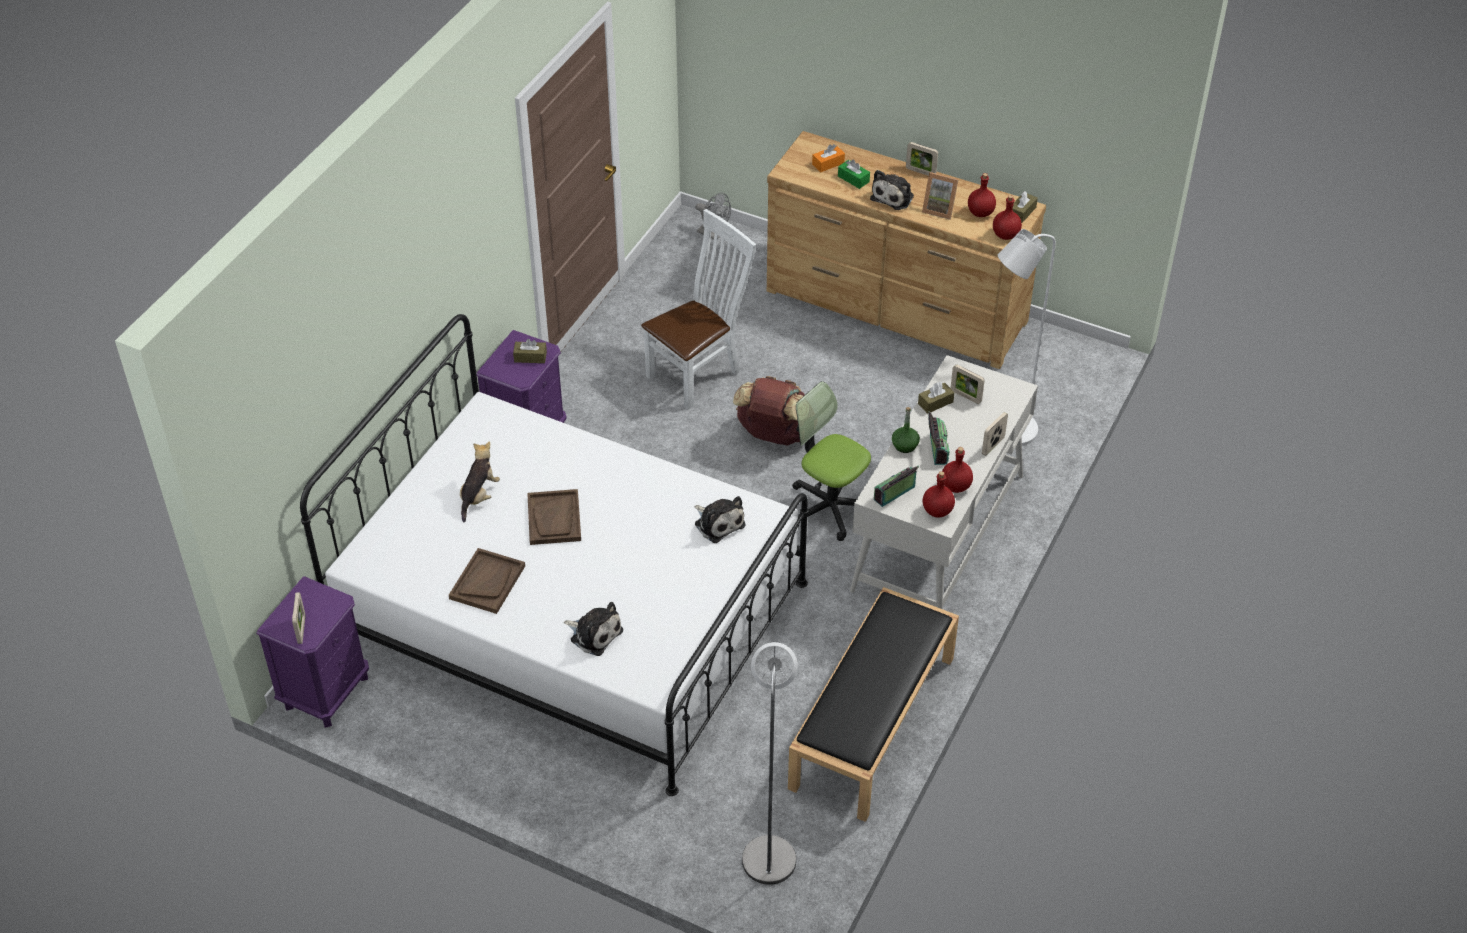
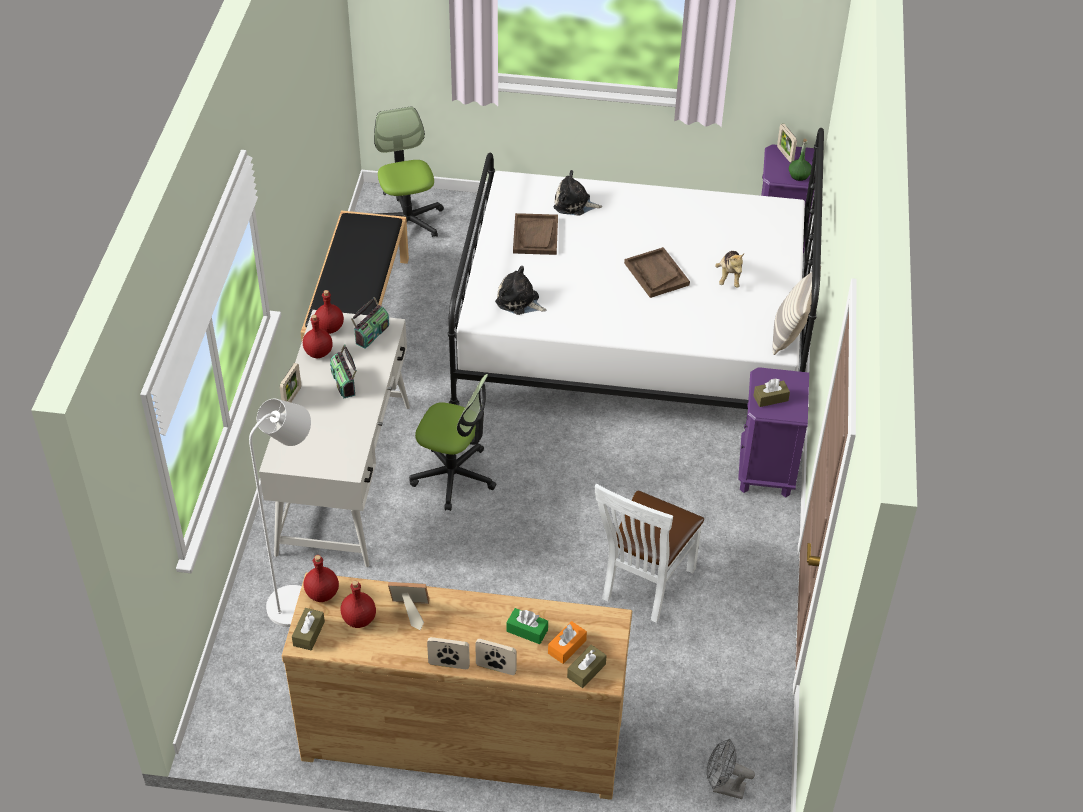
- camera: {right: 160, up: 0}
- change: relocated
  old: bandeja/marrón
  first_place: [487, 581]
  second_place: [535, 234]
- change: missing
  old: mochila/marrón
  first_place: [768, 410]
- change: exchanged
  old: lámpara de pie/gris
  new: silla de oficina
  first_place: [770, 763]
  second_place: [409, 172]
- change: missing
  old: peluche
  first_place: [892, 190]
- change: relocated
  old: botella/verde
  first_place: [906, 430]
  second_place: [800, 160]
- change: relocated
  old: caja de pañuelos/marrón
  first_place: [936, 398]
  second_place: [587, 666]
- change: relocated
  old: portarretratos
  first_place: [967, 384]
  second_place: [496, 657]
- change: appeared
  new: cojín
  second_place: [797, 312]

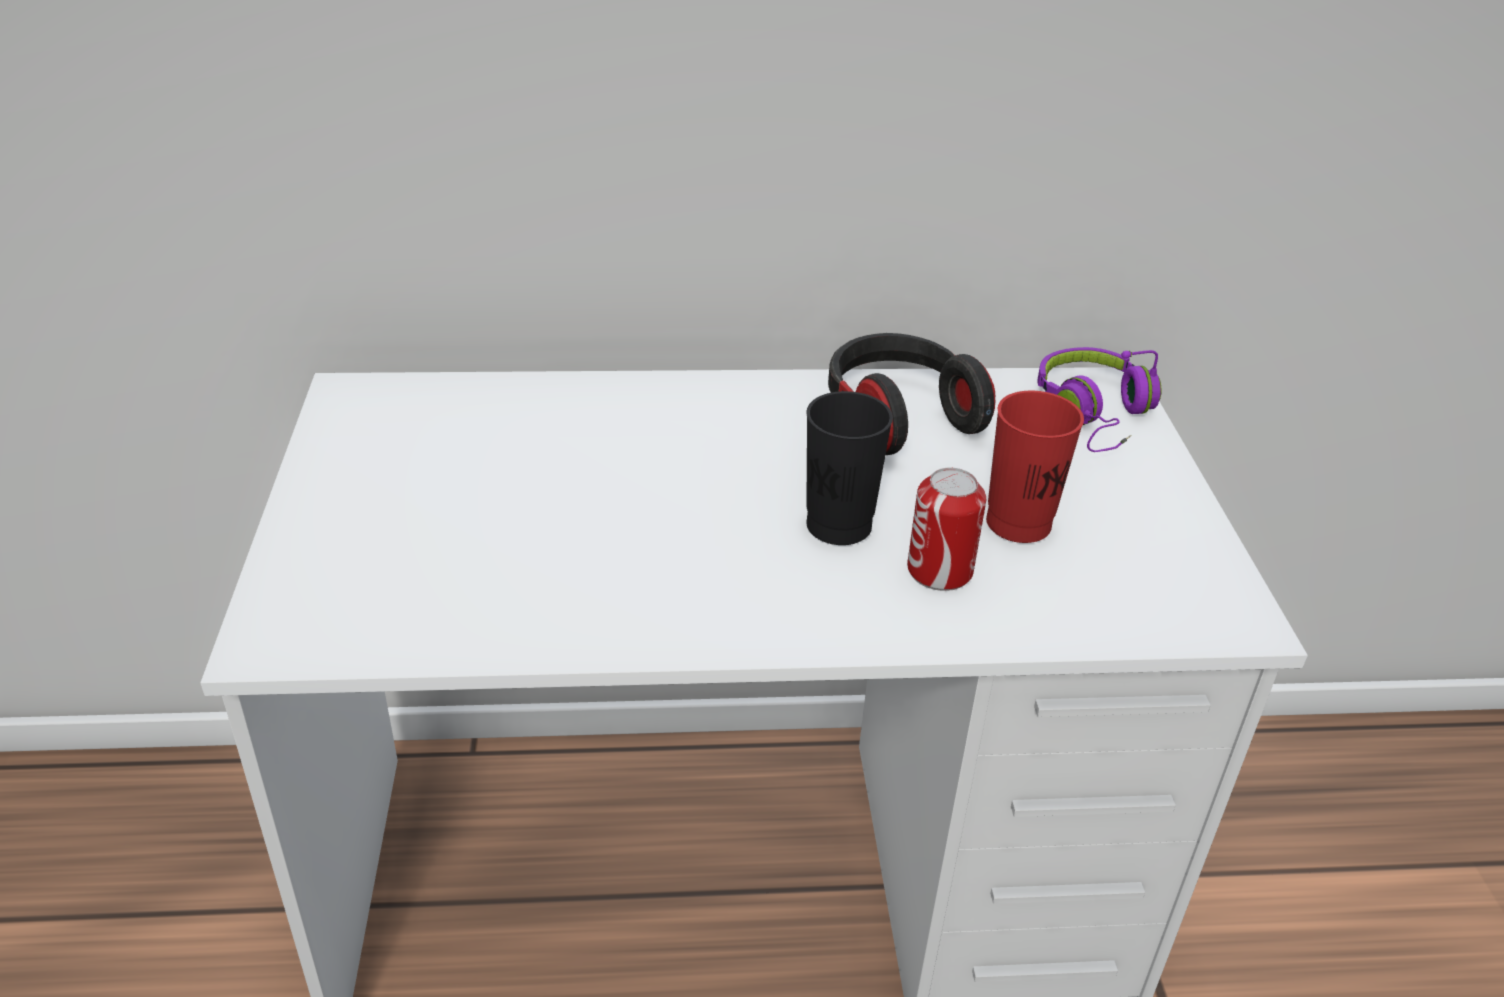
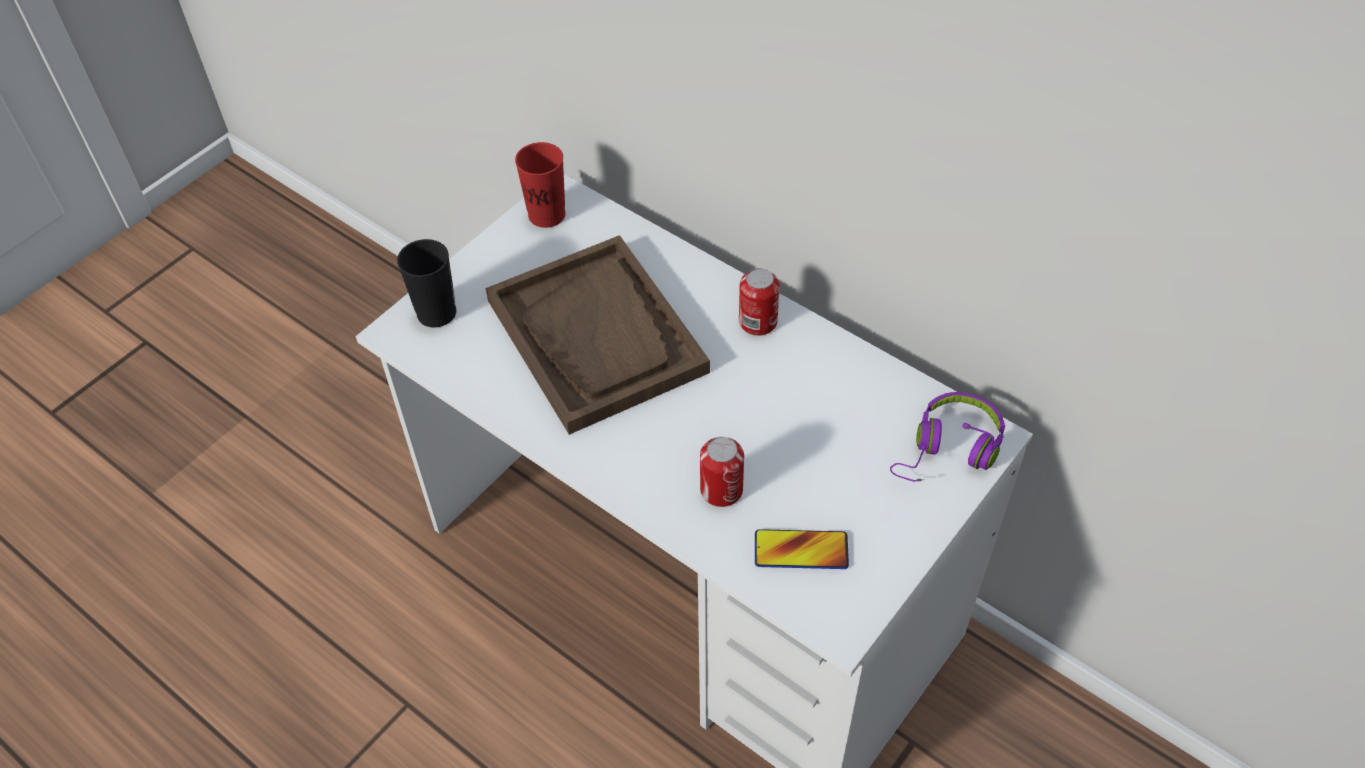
- camera: {right: 45, up: 15}
- change: relocated
  old: taza/negro
  first_place: [849, 468]
  second_place: [426, 283]
- change: missing
  old: auriculares
  first_place: [911, 394]
- change: relocated
  old: taza/rojo
  first_place: [1035, 467]
  second_place: [540, 185]
- change: appeared
  new: bandeja/marrón
  second_place: [598, 335]
- change: appeared
  new: lata
  second_place: [759, 302]
- change: appeared
  new: móvil
  second_place: [802, 549]

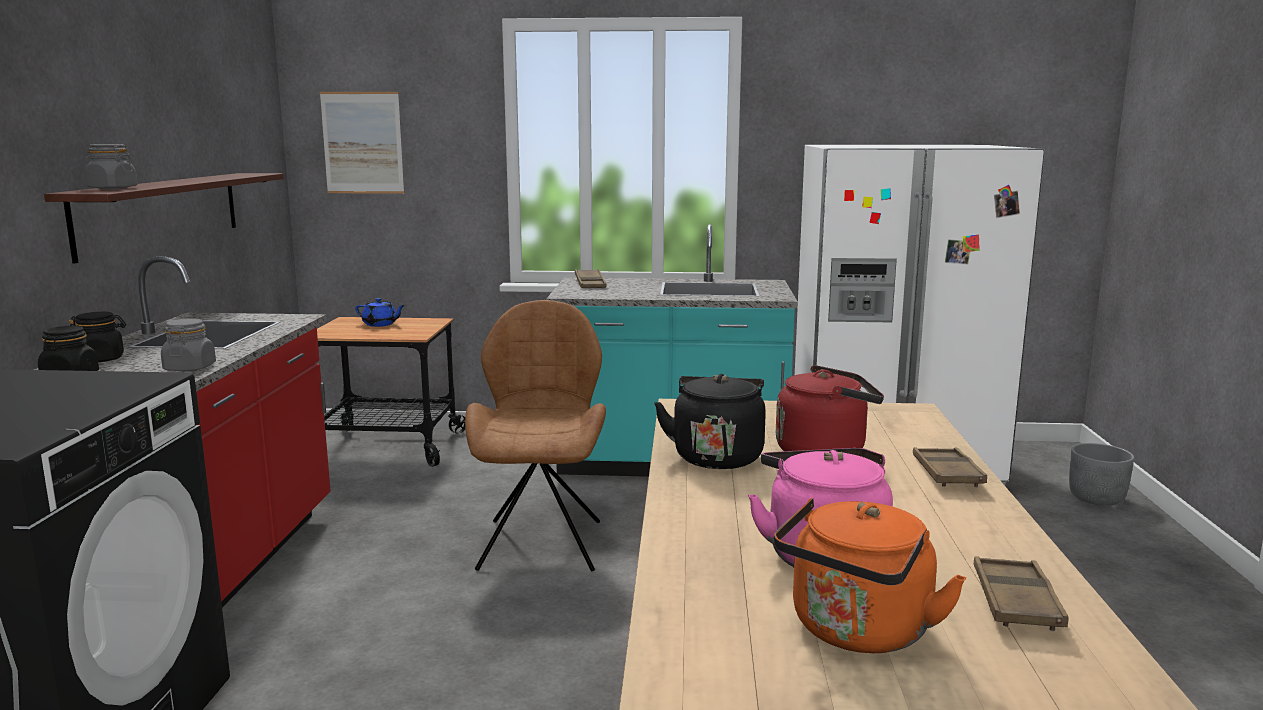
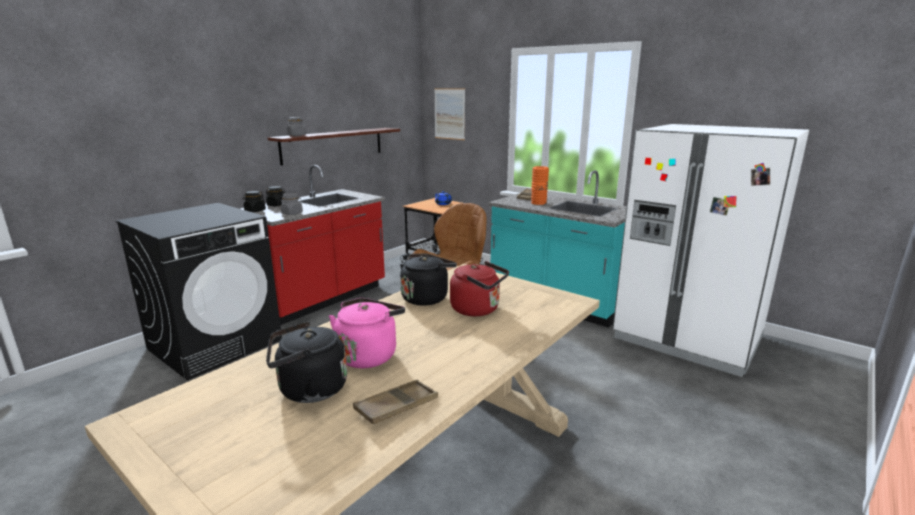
- camera: {right: 35, up: 5}
- change: colour
  old: hervidor/naranja
  new: hervidor/negro
  first_place: [870, 575]
  second_place: [306, 362]
- change: missing
  old: bandeja/marrón
  first_place: [950, 467]
- change: missing
  old: maceta/gris
  first_place: [1102, 474]
- change: appeared
  new: florero/naranja
  second_place: [540, 185]

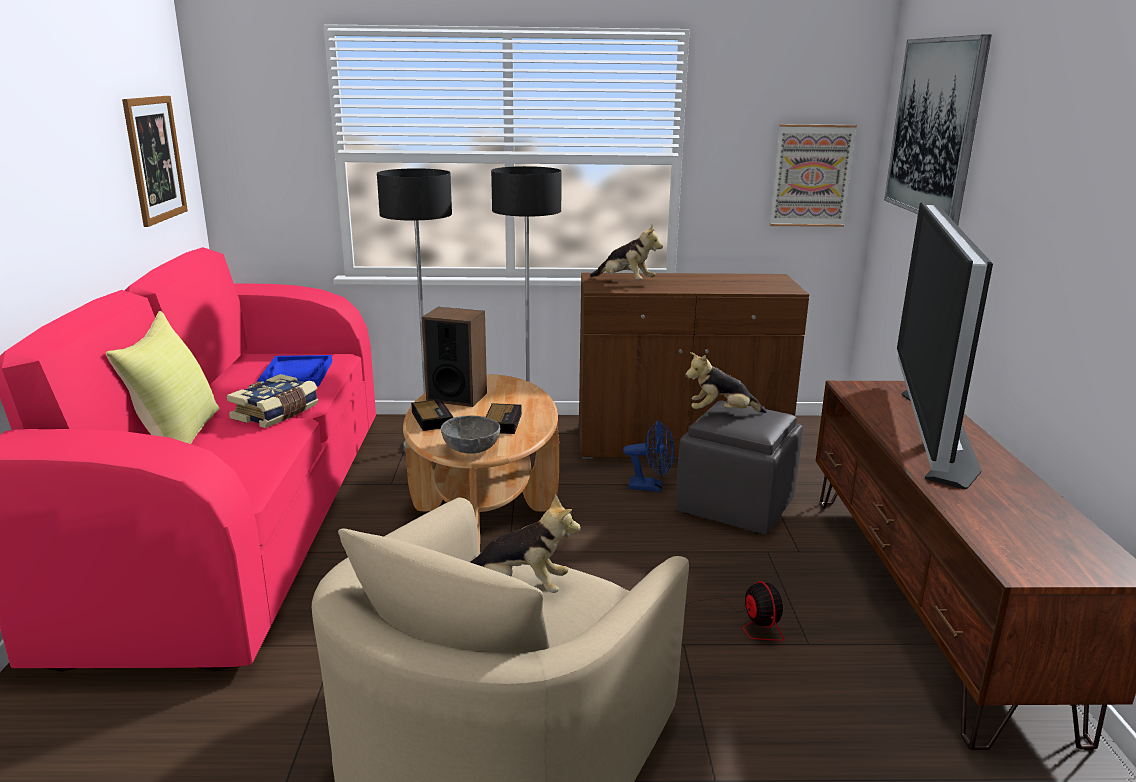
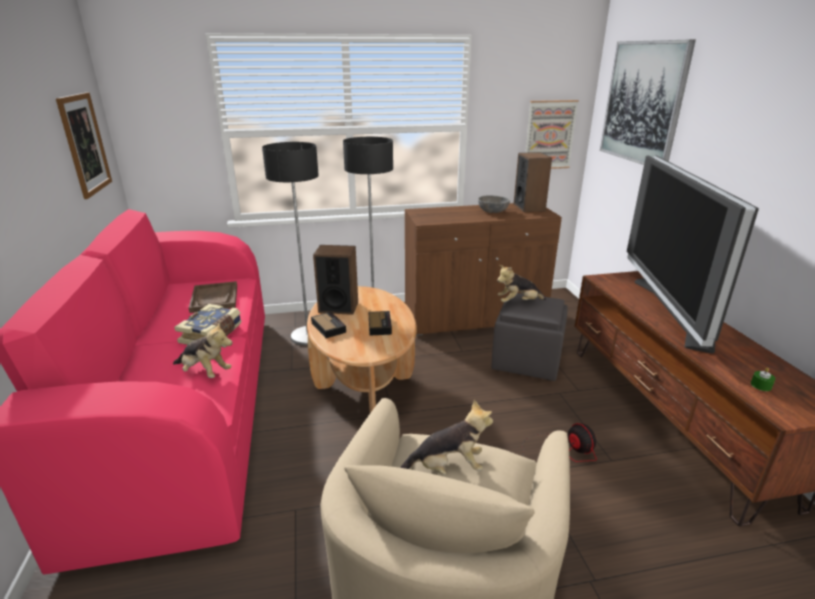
- camera: {right: -10, up: 5}
- change: missing
  old: cojín/amarillo
  first_place: [162, 377]
- change: colour
  old: bandeja/azul
  new: bandeja/marrón
  first_place: [294, 370]
  second_place: [213, 297]
- change: relocated
  old: cuenco/gris
  first_place: [470, 435]
  second_place: [494, 204]
- change: relocated
  old: peluche
  first_place: [626, 252]
  second_place: [202, 349]
- change: missing
  old: ventilador/azul
  first_place: [649, 456]
- change: appeared
  new: altavoz
  second_place: [533, 182]
- change: appeared
  new: vela/verde
  second_place: [763, 379]

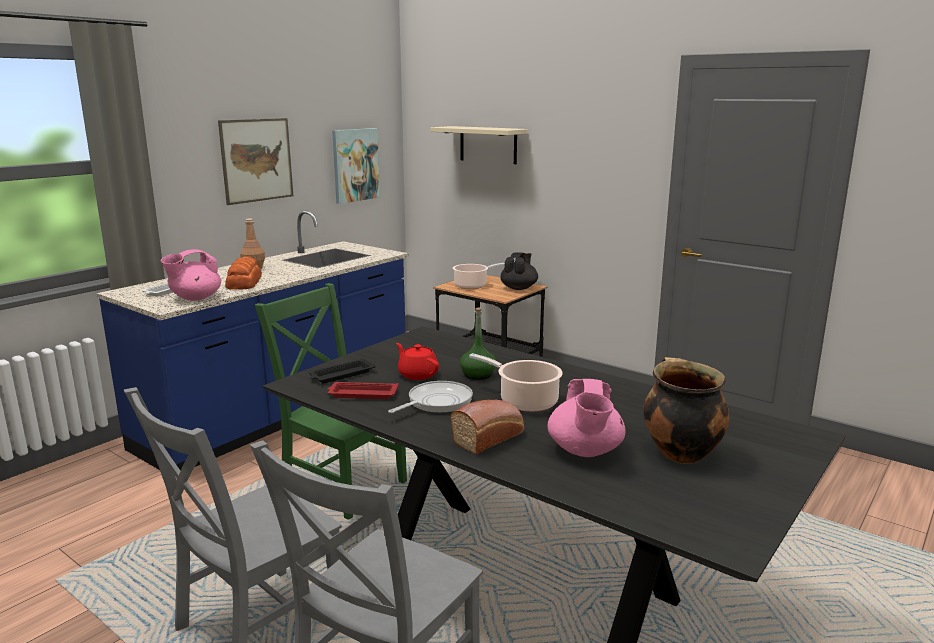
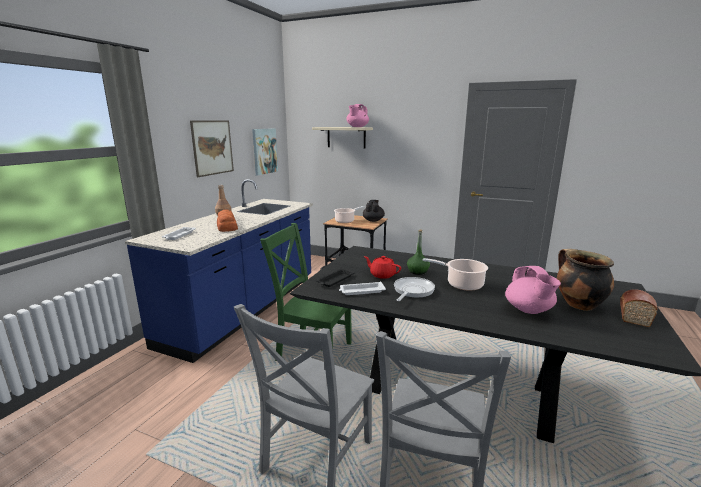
- camera: {right: -15, up: 0}
- change: relocated
  old: tetera/rosa
  first_place: [191, 275]
  second_place: [358, 115]
- change: colour
  old: bandeja/rojo
  new: bandeja/blanco
  first_place: [363, 390]
  second_place: [362, 288]
- change: relocated
  old: pan
  first_place: [487, 427]
  second_place: [638, 308]

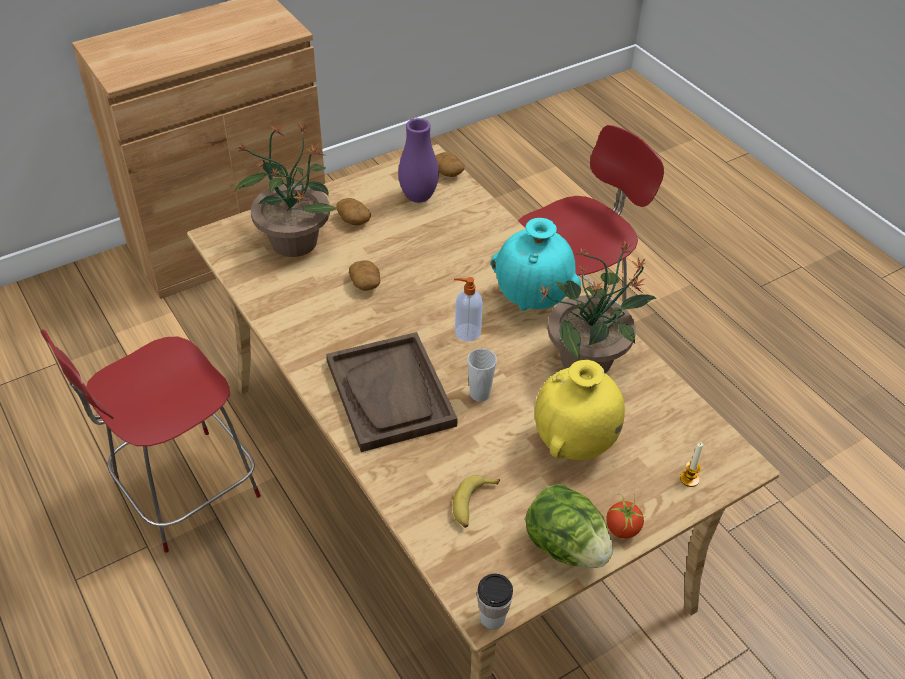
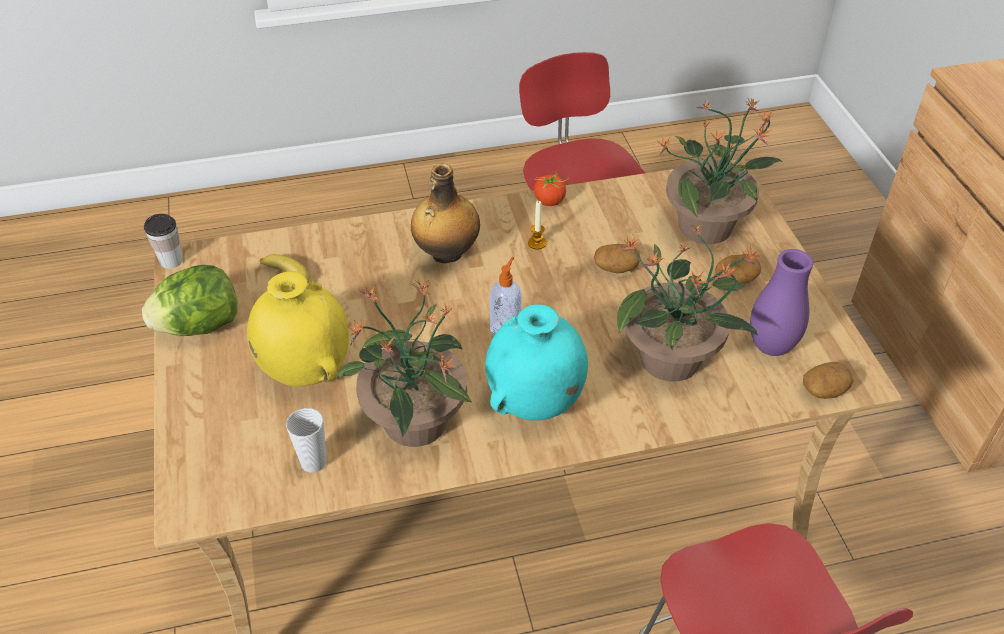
- camera: {right: 110, up: 0}
- change: exchanged
  old: bandeja/marrón
  new: botella
  first_place: [392, 392]
  second_place: [445, 213]
- change: relocated
  old: taza
  first_place: [482, 375]
  second_place: [306, 440]
- change: relocated
  old: tomate
  first_place: [625, 516]
  second_place: [551, 188]
- change: relocated
  old: vela
  first_place: [691, 465]
  second_place: [537, 225]
- change: appeared
  new: planta en maceta
  second_place: [688, 303]

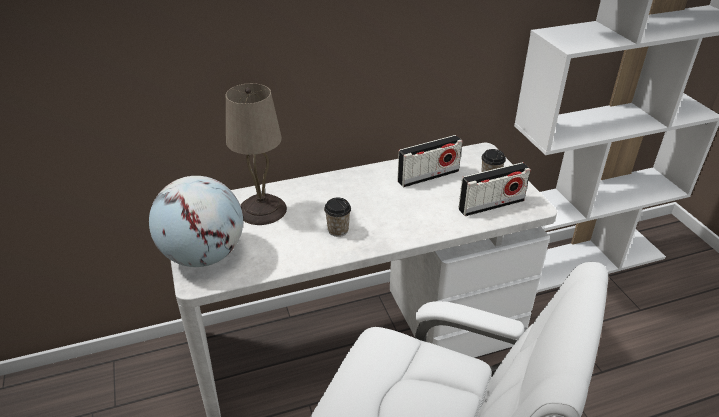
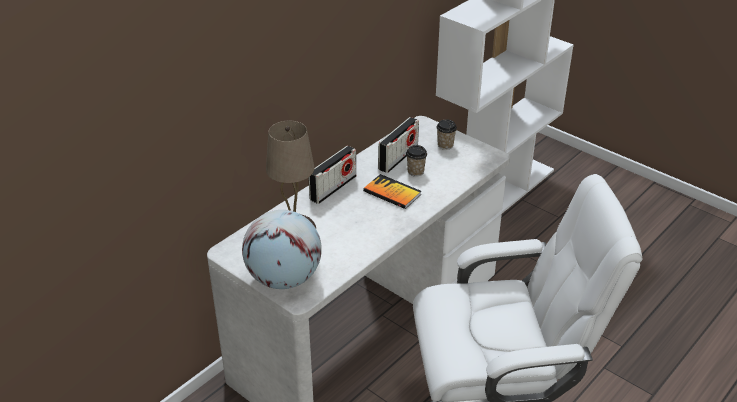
- camera: {right: -30, up: 0}
- change: relocated
  old: taza
  first_place: [337, 217]
  second_place: [416, 160]
- change: relocated
  old: radio
  first_place: [494, 189]
  second_place: [332, 175]
- change: appeared
  new: libro
  second_place: [392, 191]

